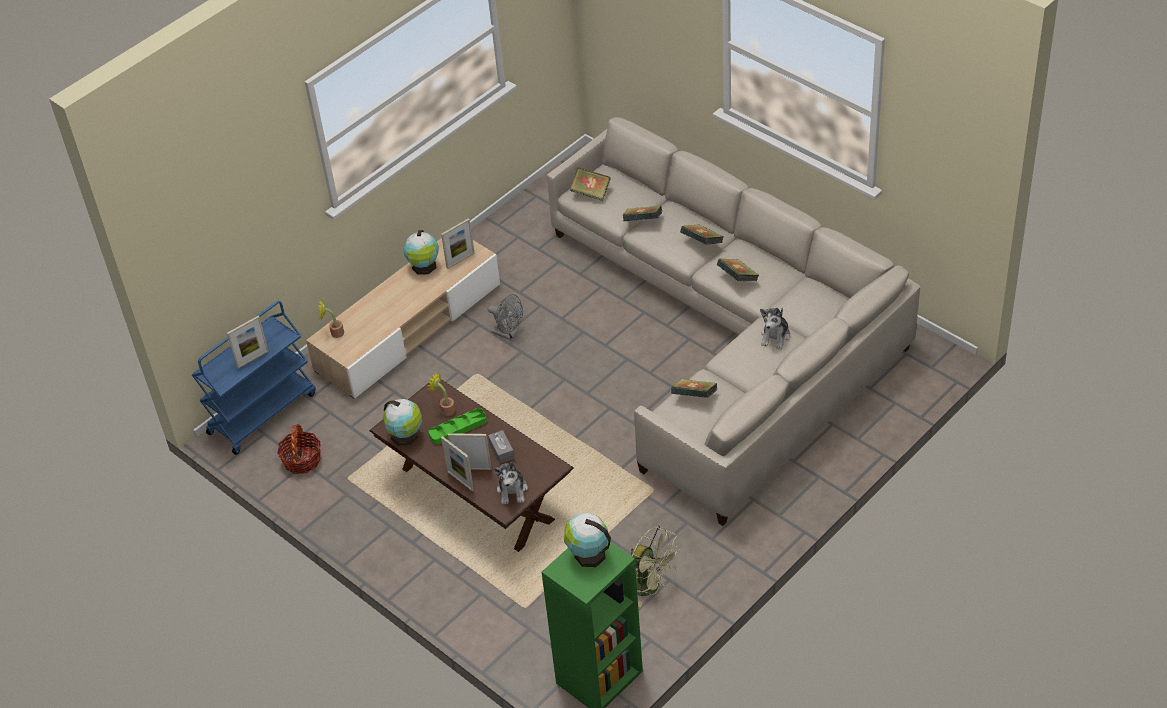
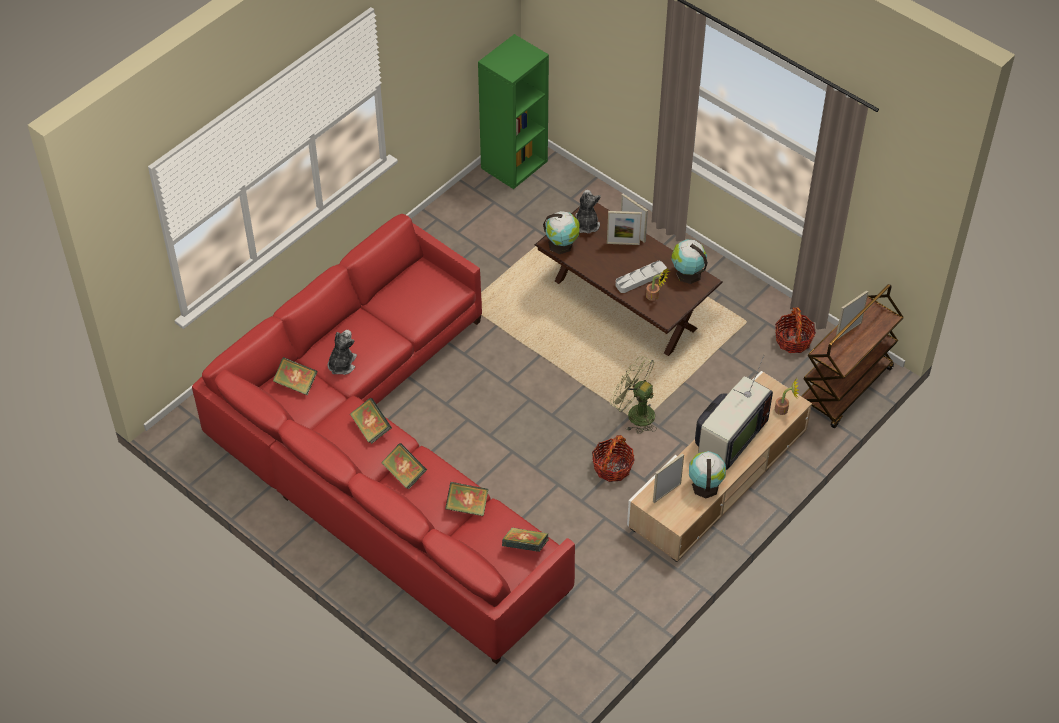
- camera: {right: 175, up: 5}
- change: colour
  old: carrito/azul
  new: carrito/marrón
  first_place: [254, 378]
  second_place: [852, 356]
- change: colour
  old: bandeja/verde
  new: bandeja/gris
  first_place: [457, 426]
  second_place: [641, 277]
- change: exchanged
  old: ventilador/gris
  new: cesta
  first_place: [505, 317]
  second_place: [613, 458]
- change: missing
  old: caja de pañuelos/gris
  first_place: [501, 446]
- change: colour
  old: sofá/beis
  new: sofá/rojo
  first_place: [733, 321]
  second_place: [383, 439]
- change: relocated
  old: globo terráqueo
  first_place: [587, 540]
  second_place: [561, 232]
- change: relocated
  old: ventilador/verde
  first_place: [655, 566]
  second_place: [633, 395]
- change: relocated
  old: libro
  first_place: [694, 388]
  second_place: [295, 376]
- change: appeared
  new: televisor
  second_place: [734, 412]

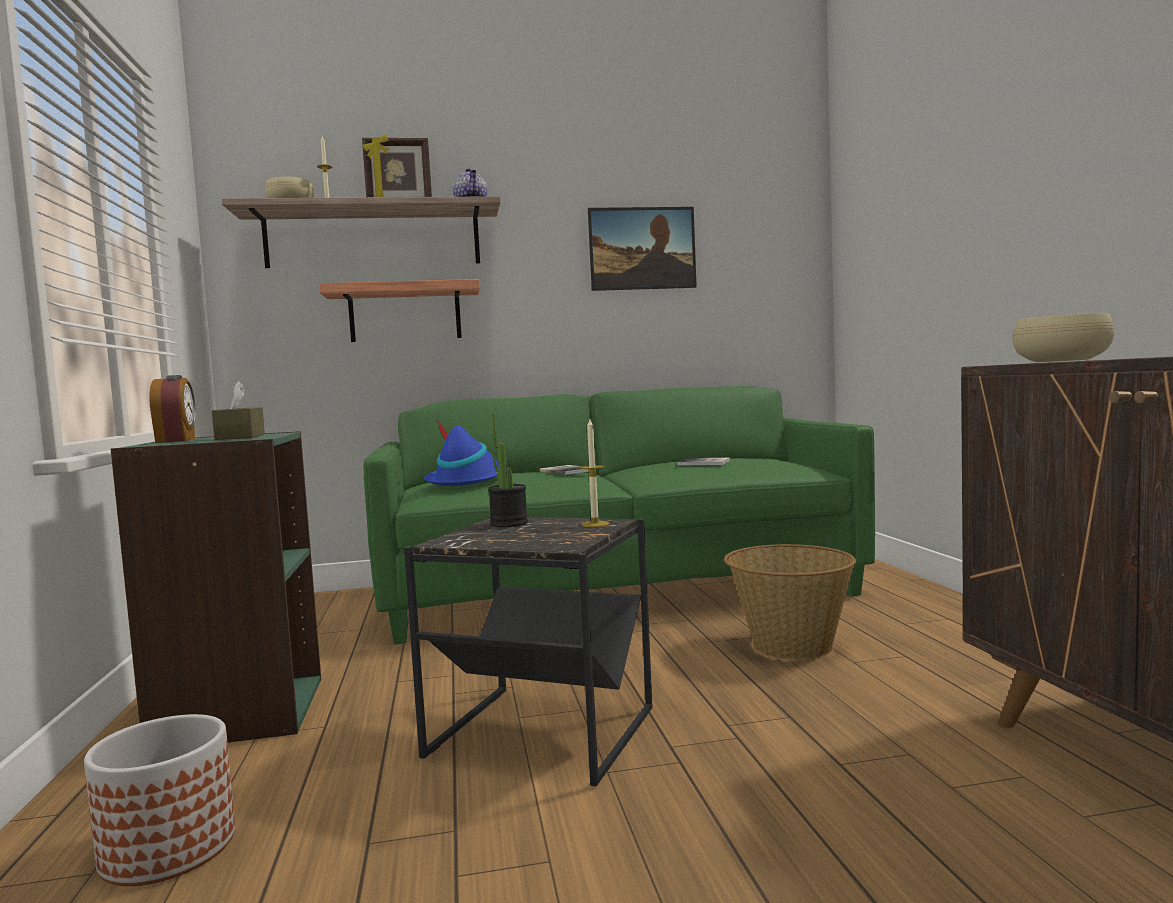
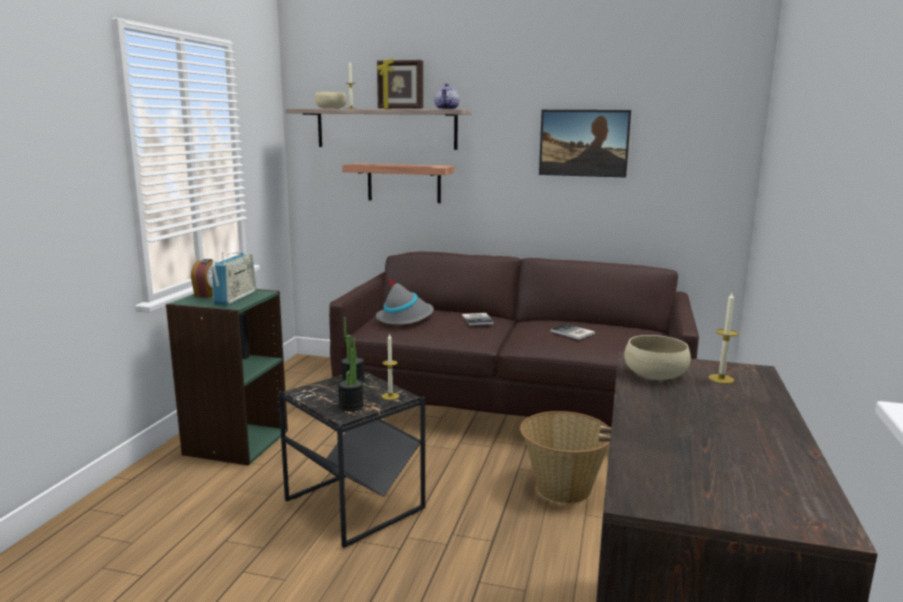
- camera: {right: 25, up: 10}
- change: missing
  old: maceta
  first_place: [159, 800]
- change: exchanged
  old: caja de pañuelos/marrón
  new: radio
  first_place: [238, 410]
  second_place: [234, 279]
- change: colour
  old: sofá/verde
  new: sofá/marrón
  first_place: [619, 515]
  second_place: [514, 339]
- change: colour
  old: sombrero/azul
  new: sombrero/gris
  first_place: [461, 452]
  second_place: [405, 300]
- change: appeared
  new: planta en maceta
  second_place: [351, 374]
- change: appeared
  new: vela
  second_place: [723, 338]

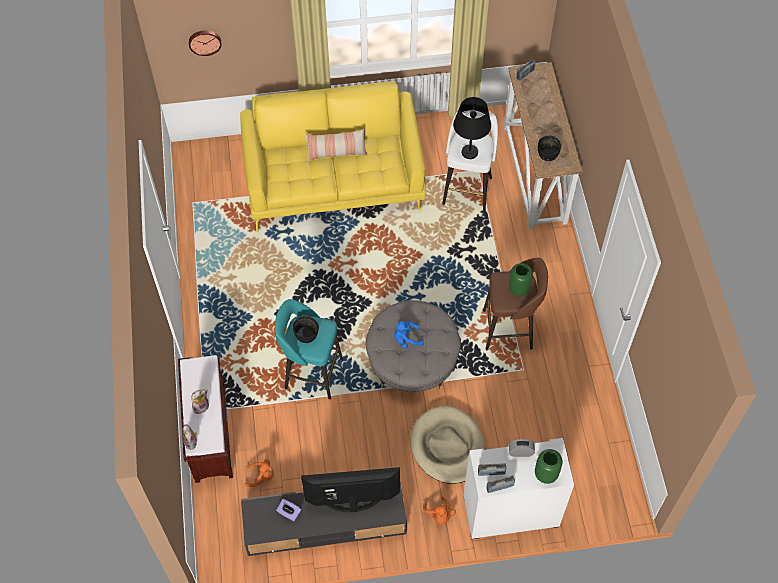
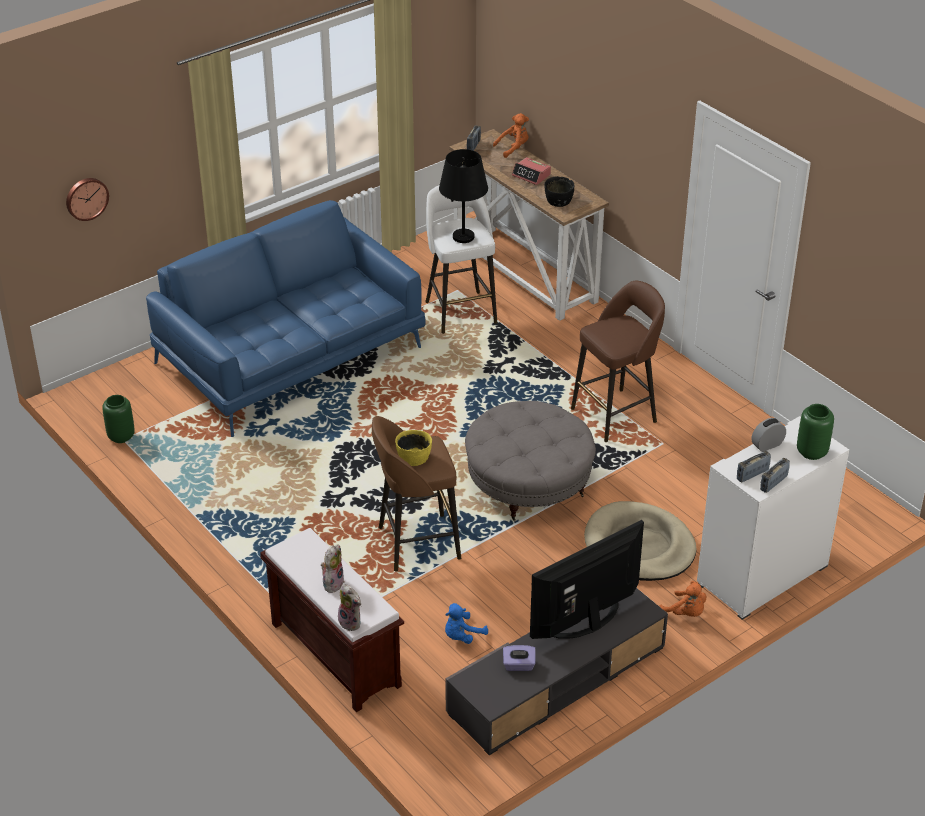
- camera: {right: -30, up: -20}
- change: colour
  old: sofá/amarillo
  new: sofá/azul
  first_place: [333, 156]
  second_place: [286, 318]
- change: relocated
  old: peluche/naranja
  first_place: [259, 473]
  second_place: [511, 135]
- change: colour
  old: taburete/turquesa
  new: taburete/marrón
  first_place: [309, 349]
  second_place: [416, 494]
- change: colour
  old: cuenco/negro
  new: cuenco/amarillo
  first_place: [306, 329]
  second_place: [413, 448]
- change: missing
  old: cojín
  first_place: [336, 145]
- change: relocated
  old: peluche/azul
  first_place: [409, 335]
  second_place: [466, 623]
- change: relocated
  old: florero/verde
  first_place: [521, 279]
  second_place: [118, 419]
- change: appeared
  new: despertador
  second_place: [531, 171]

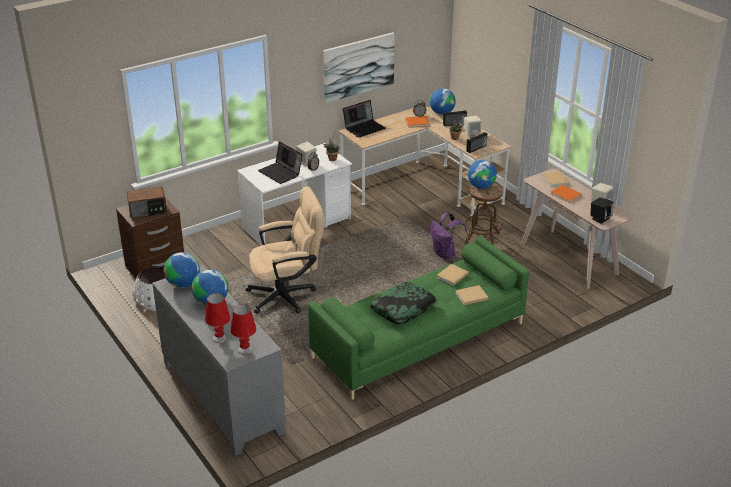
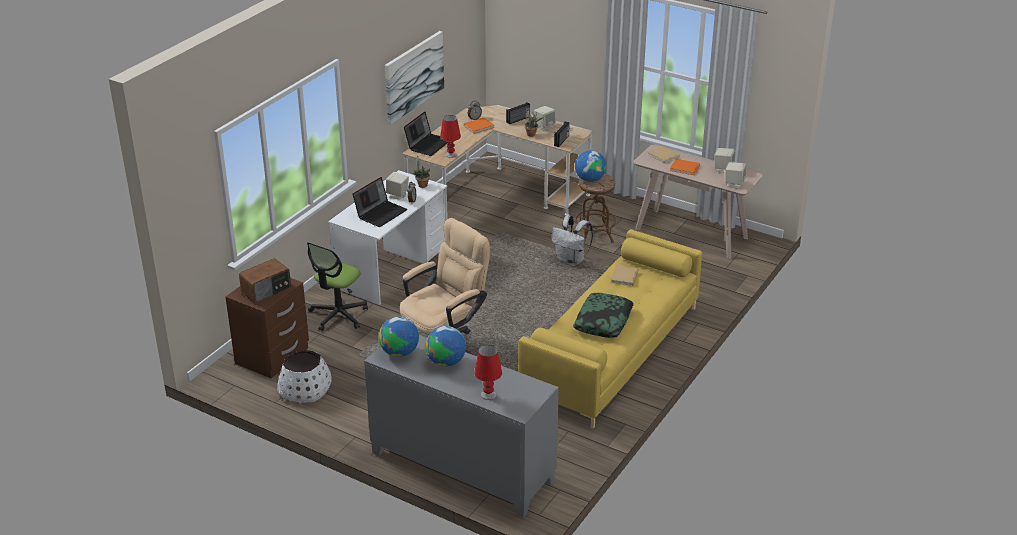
- camera: {right: -25, up: 0}
- change: relocated
  old: lámpara de mesa/rojo
  first_place: [243, 329]
  second_place: [450, 136]
- change: spun
  old: portátil
  first_place: [280, 163]
  second_place: [379, 202]
  degrees: -75
- change: colour
  old: sofá/verde
  new: sofá/amarillo
  first_place: [418, 318]
  second_place: [610, 329]
- change: missing
  old: globo terráqueo
  first_place: [443, 101]
- change: colour
  old: mochila/morado
  new: mochila/blanco
  first_place: [449, 236]
  second_place: [572, 240]
- change: missing
  old: libro/beis
  first_place: [472, 295]
- change: colour
  old: altavoz/negro
  new: altavoz/beis
  first_place: [602, 210]
  second_place: [735, 175]
- change: appeared
  new: silla de oficina
  second_place: [337, 286]

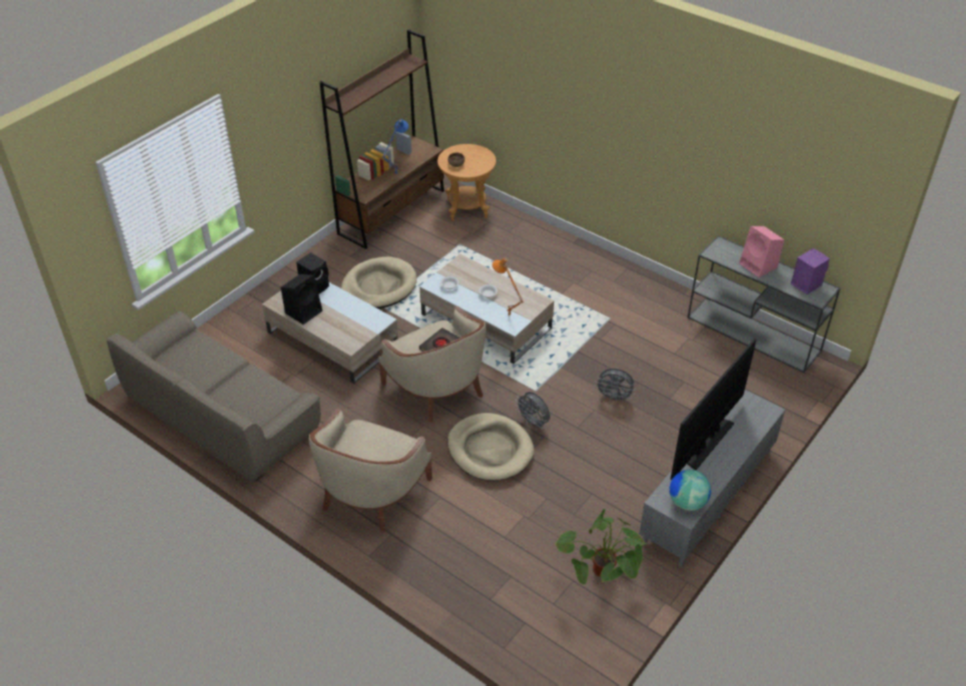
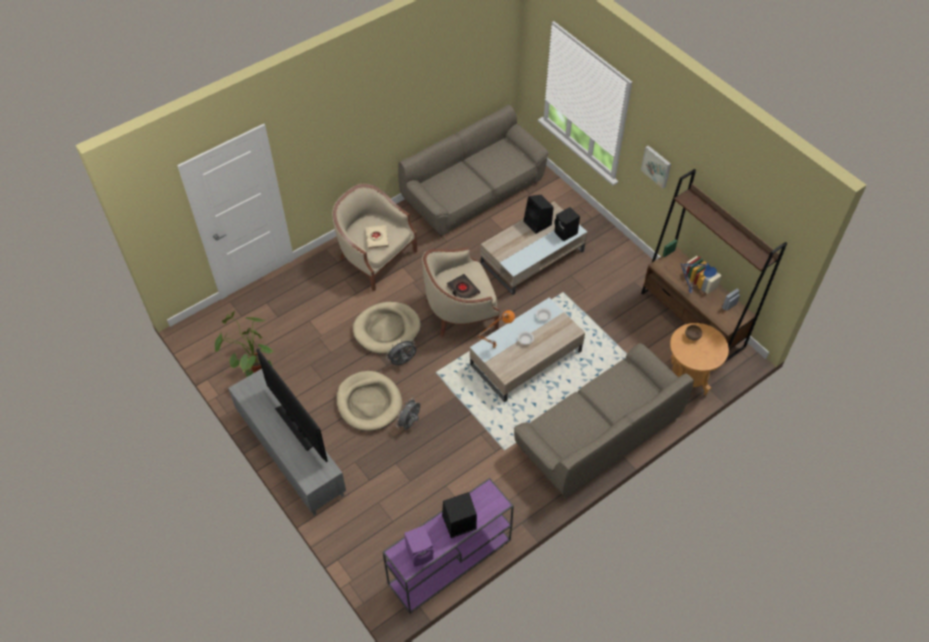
- camera: {right: 105, up: 10}
- change: relocated
  old: cama para perro/beis
  first_place: [379, 283]
  second_place: [369, 401]
- change: missing
  old: globo terráqueo
  first_place: [690, 490]
- change: colour
  old: mesa consola/gris
  new: mesa consola/morado
  first_place: [764, 304]
  second_place: [448, 546]
- change: colour
  old: altavoz/rosa
  new: altavoz/negro
  first_place: [761, 251]
  second_place: [459, 515]
- change: appeared
  new: libro/beis
  second_place: [377, 237]
- change: appeared
  new: sofá
  second_place: [604, 421]
- change: appeared
  new: cuadro
  second_place: [656, 166]

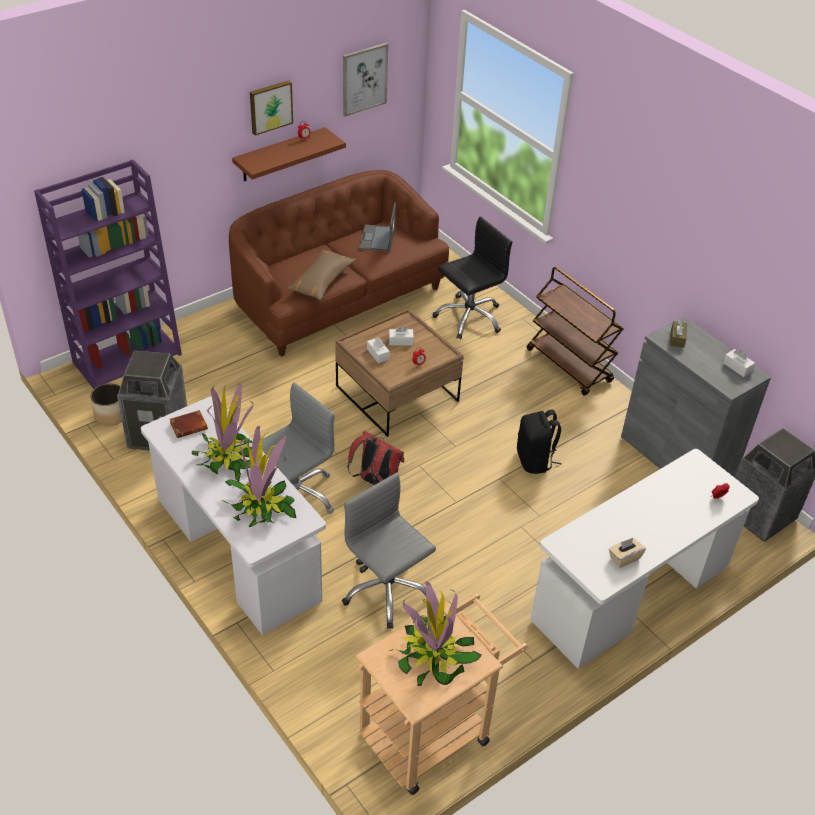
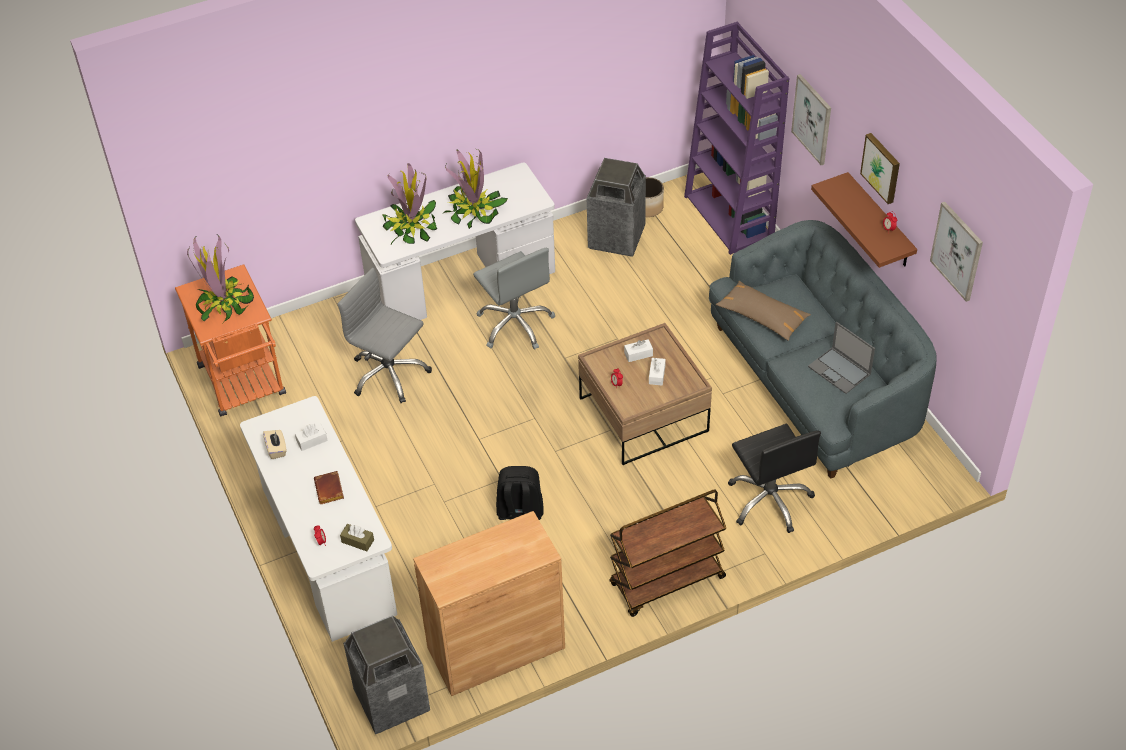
- camera: {right: 105, up: 5}
- change: relocated
  old: libro/marrón
  first_place: [189, 424]
  second_place: [329, 487]
- change: colour
  old: sofá/marrón
  new: sofá/gris
  first_place: [339, 263]
  second_place: [823, 349]
- change: spun
  old: silla de oficina/gris
  first_place: [389, 551]
  second_place: [385, 335]
  degrees: -120
- change: missing
  old: mochila/rojo
  first_place: [375, 458]
- change: colour
  old: carrito/beis
  new: carrito/naranja
  first_place: [442, 694]
  second_place: [230, 340]
- change: spun
  old: portátil
  first_place: [377, 226]
  second_place: [841, 357]
  degrees: -150
- change: colour
  old: armario/gris
  new: armario/marrón
  first_place: [696, 397]
  second_place: [489, 603]
- change: relocated
  old: caja de pañuelos/marrón
  first_place: [678, 334]
  second_place: [357, 537]
- change: relocated
  old: caja de pañuelos/blanco
  first_place: [739, 363]
  second_place: [311, 437]
- change: appeared
  new: cuadro
  second_place: [811, 119]

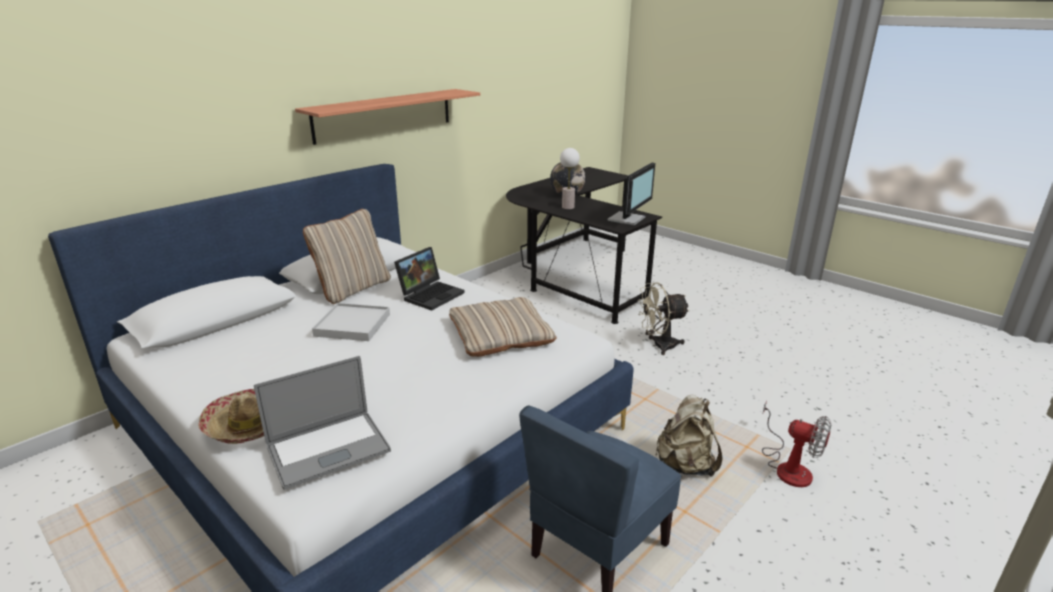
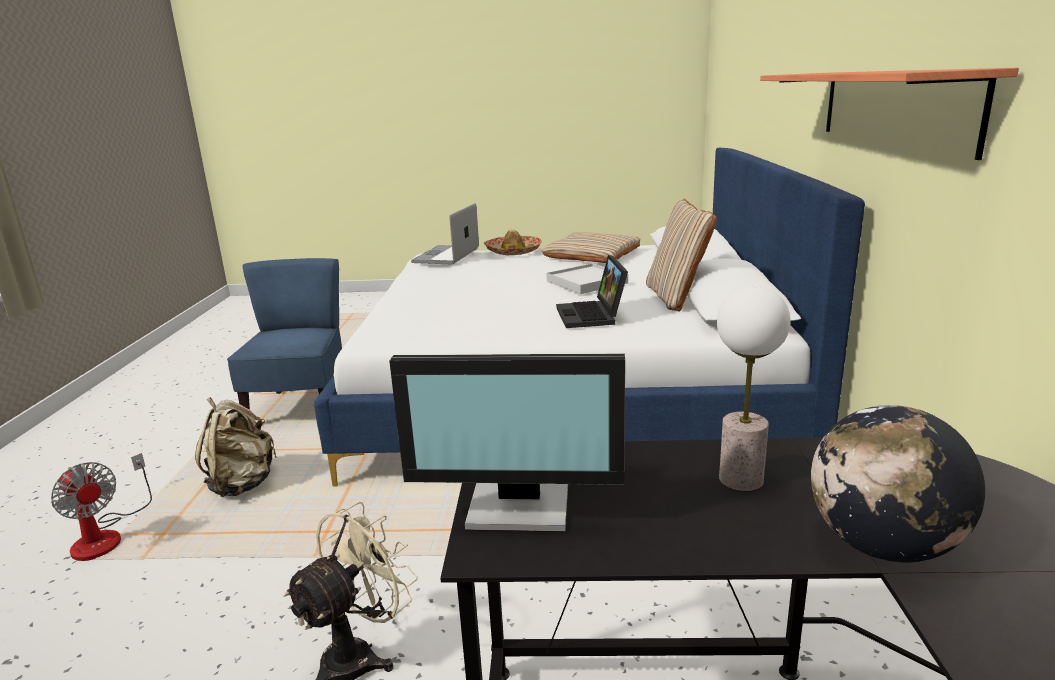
- camera: {right: 140, up: -5}
- change: relocated
  old: cojín/beis
  first_place: [503, 327]
  second_place: [591, 247]
- change: spun
  old: monitor
  first_place: [631, 194]
  second_place: [507, 443]
  degrees: -75
- change: spun
  old: ventilador
  first_place: [796, 444]
  second_place: [101, 507]
  degrees: -135

